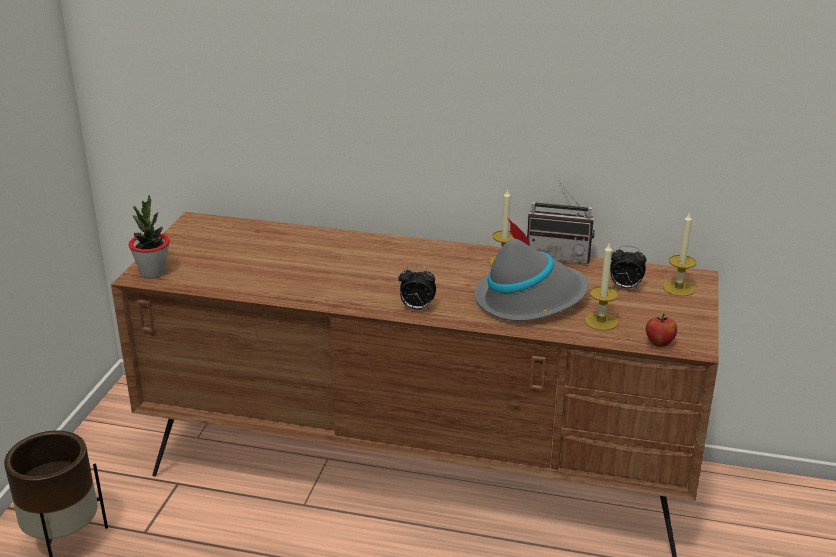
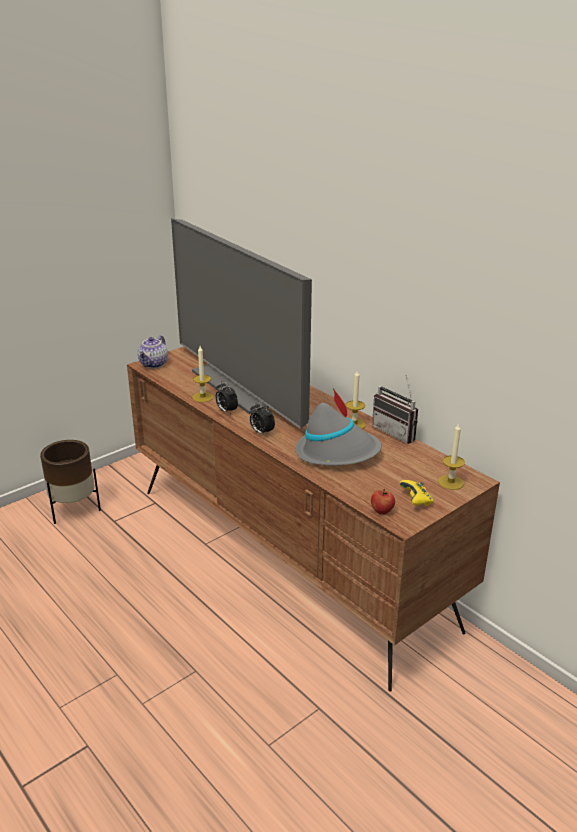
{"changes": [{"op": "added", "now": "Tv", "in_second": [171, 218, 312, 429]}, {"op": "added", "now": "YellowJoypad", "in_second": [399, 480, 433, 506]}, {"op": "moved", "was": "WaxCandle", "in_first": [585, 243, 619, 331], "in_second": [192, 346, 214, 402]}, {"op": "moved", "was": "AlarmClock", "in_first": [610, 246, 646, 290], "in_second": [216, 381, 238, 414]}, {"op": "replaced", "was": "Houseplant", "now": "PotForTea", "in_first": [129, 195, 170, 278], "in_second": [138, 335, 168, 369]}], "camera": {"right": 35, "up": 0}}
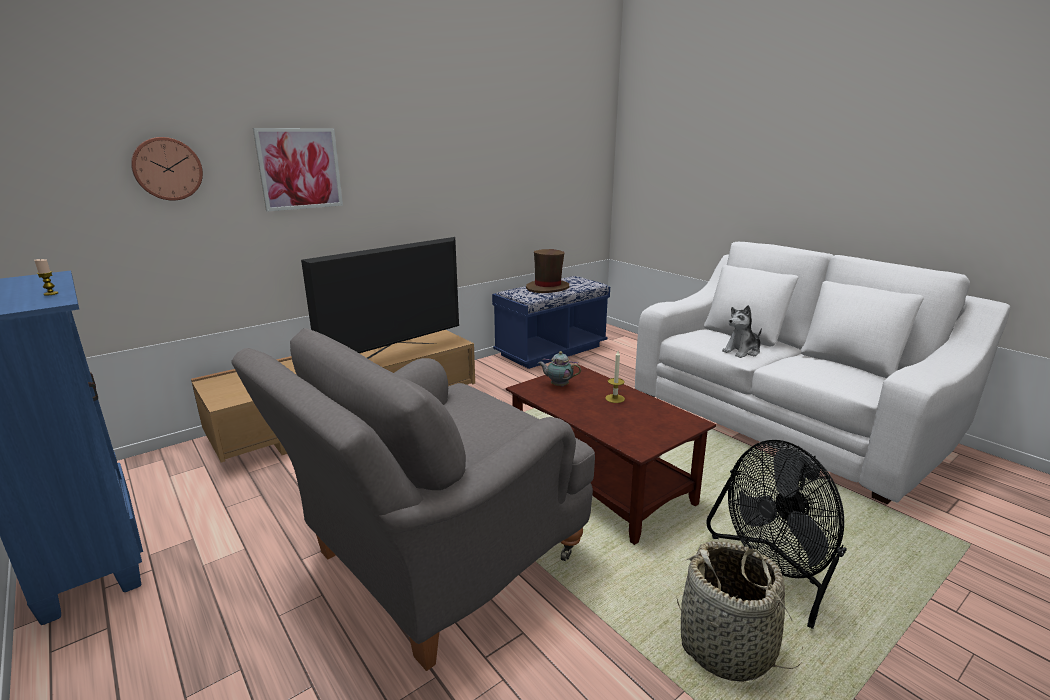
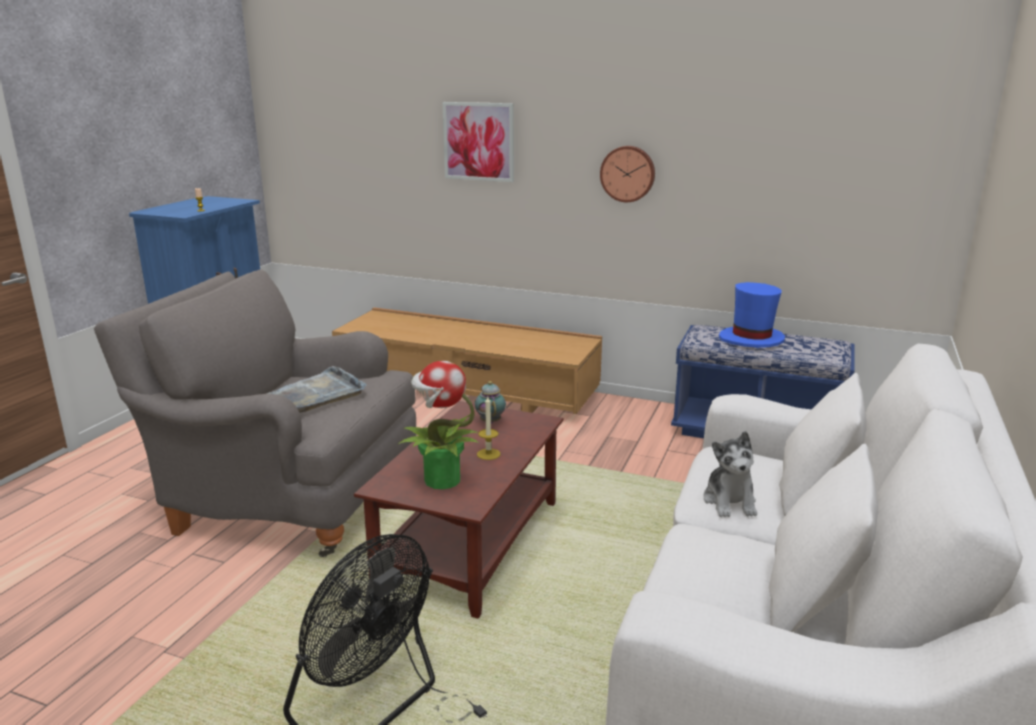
{"changes": [{"op": "removed", "was": "Tv", "in_first": [301, 237, 459, 359]}, {"op": "removed", "was": "StorageBasket", "in_first": [677, 541, 803, 682]}, {"op": "added", "now": "GrayServingTray", "in_second": [267, 366, 367, 413]}, {"op": "added", "now": "Houseplant", "in_second": [398, 361, 479, 489]}, {"op": "moved", "was": "ClockOnTheWall", "in_first": [131, 137, 203, 200], "in_second": [600, 146, 655, 202]}, {"op": "recoloured", "was": "BrownColouredWearableHat", "now": "BlueWearableHat", "in_first": [526, 249, 569, 293], "in_second": [719, 282, 785, 348]}, {"op": "turned", "was": "CuddlyToy", "in_first": [722, 305, 762, 358], "in_second": [703, 431, 757, 517], "clockwise": -120}], "camera": {"right": 60, "up": 0}}
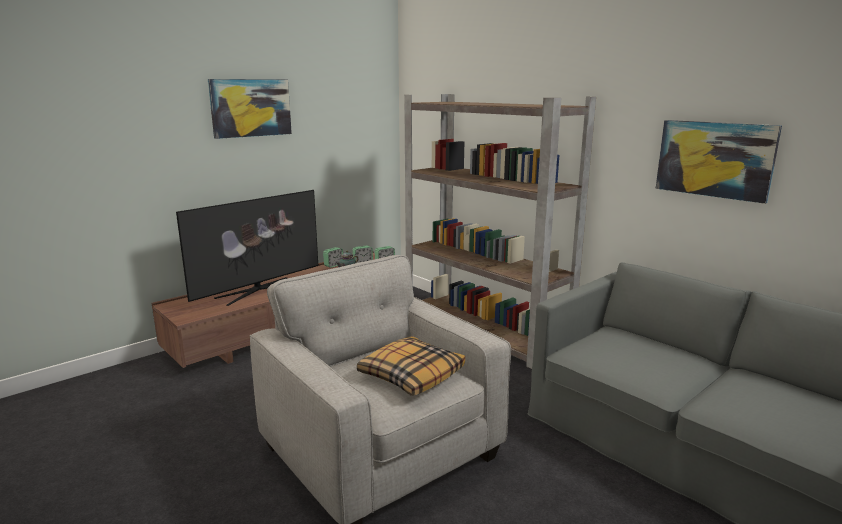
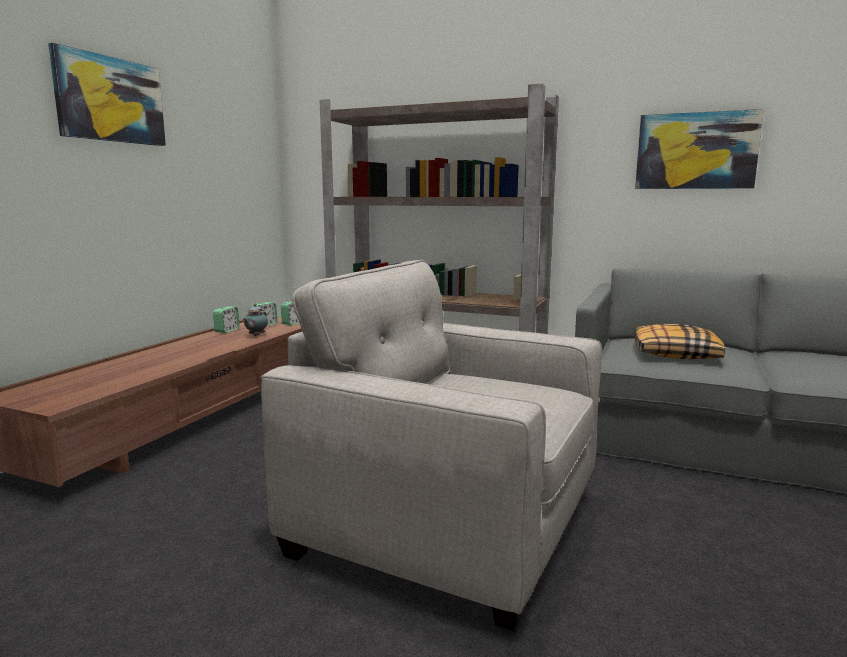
{"changes": [{"op": "removed", "was": "Tv", "in_first": [176, 190, 318, 306]}, {"op": "moved", "was": "Pillow", "in_first": [357, 336, 465, 396], "in_second": [634, 324, 725, 359]}], "camera": {"right": -25, "up": -5}}
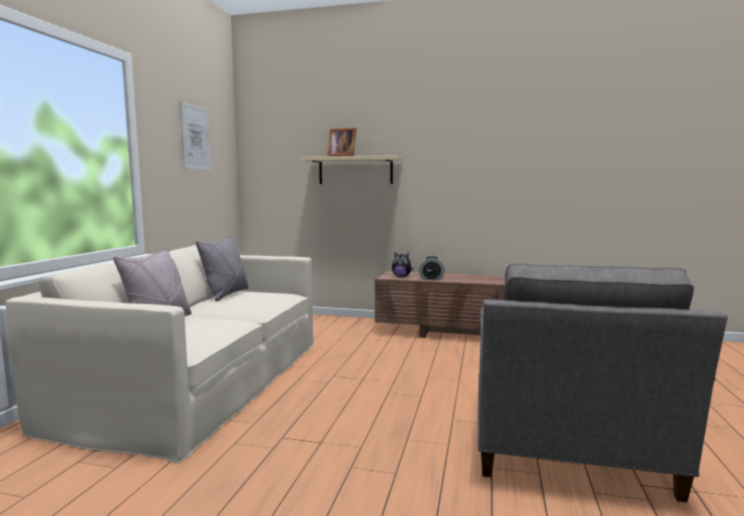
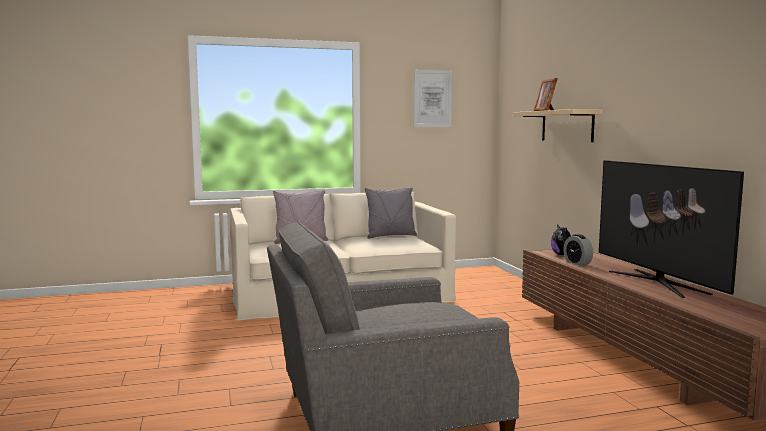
{"changes": [{"op": "added", "now": "Tv", "in_second": [599, 160, 744, 298]}], "camera": {"right": 60, "up": 0}}
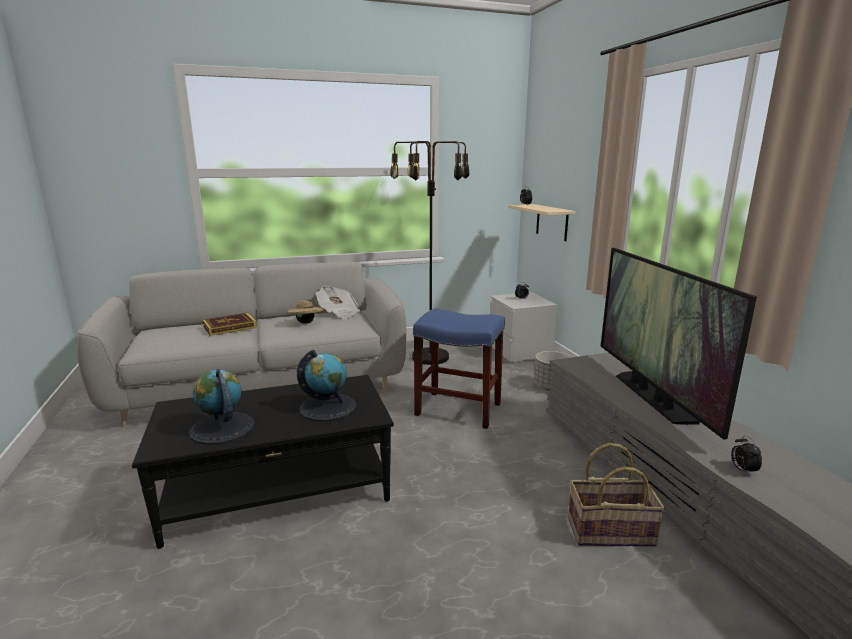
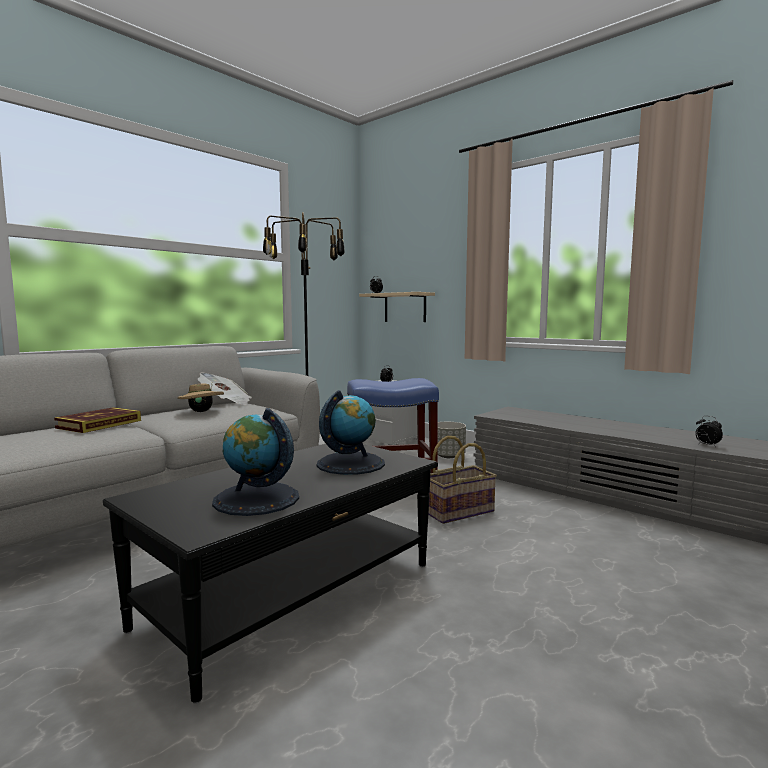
{"changes": [{"op": "removed", "was": "Tv", "in_first": [601, 248, 757, 439]}, {"op": "moved", "was": "StorageBasket", "in_first": [568, 443, 665, 547], "in_second": [428, 436, 497, 524]}], "camera": {"right": -30, "up": -10}}
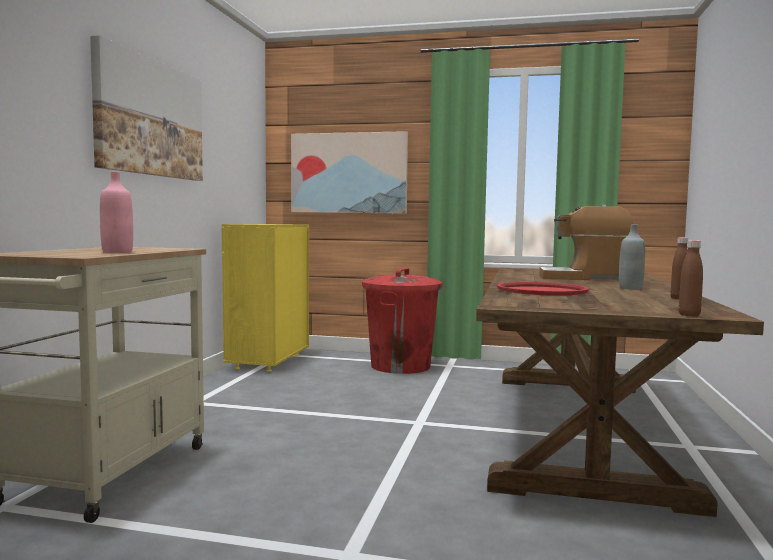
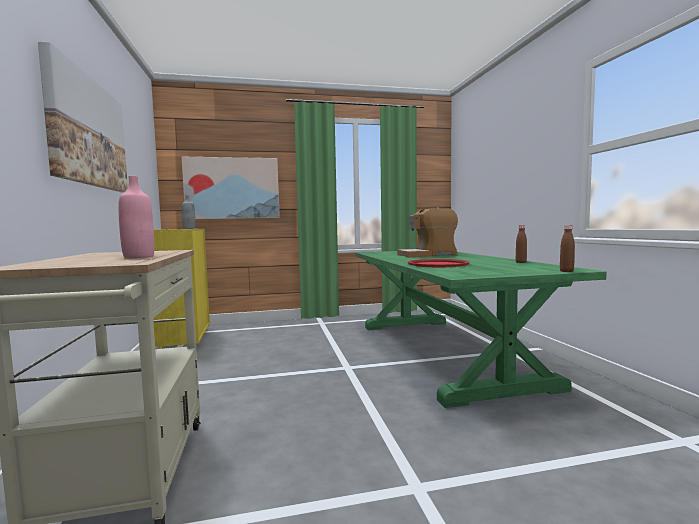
{"changes": [{"op": "removed", "was": "ReddishRubbishBin", "in_first": [362, 268, 442, 374]}, {"op": "moved", "was": "GrayBottle", "in_first": [619, 224, 645, 290], "in_second": [182, 195, 195, 229]}, {"op": "recoloured", "was": "BrownColouredDiningTable", "now": "GreenDiningTable", "in_first": [476, 268, 764, 517], "in_second": [355, 251, 606, 408]}], "camera": {"right": -25, "up": 0}}
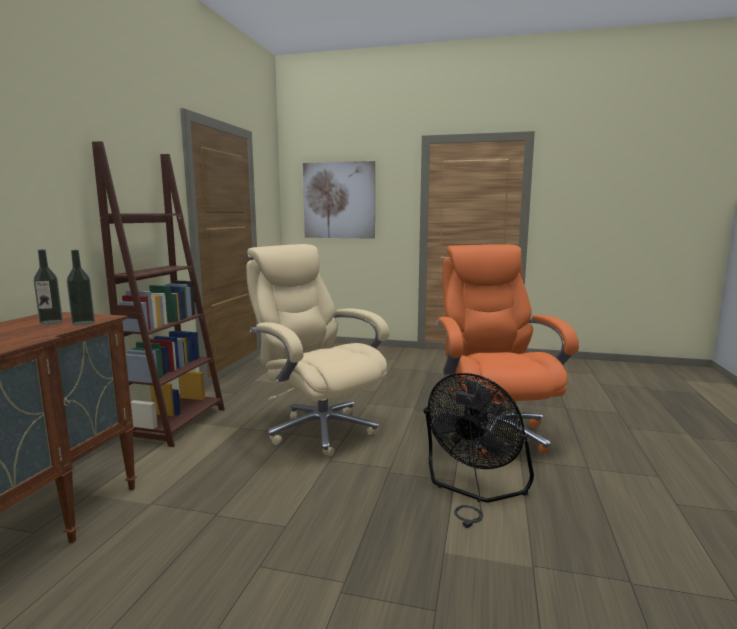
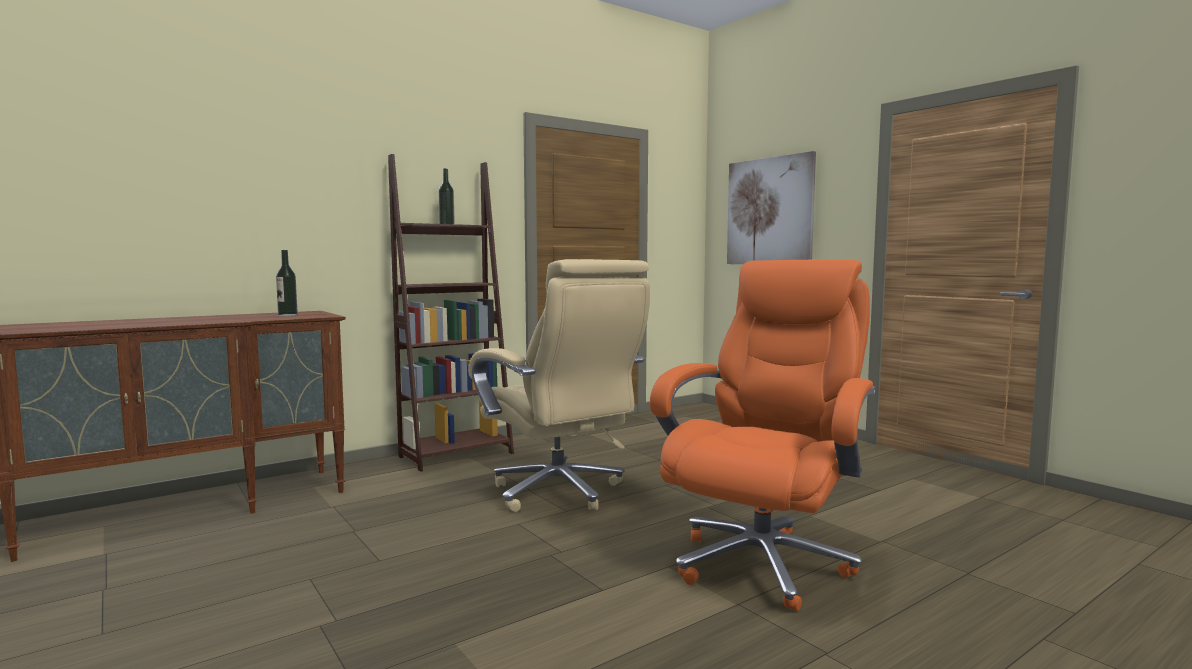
{"changes": [{"op": "removed", "was": "BlackishElectricFan", "in_first": [423, 373, 534, 528]}, {"op": "moved", "was": "Bottle", "in_first": [67, 250, 95, 325], "in_second": [438, 168, 455, 224]}, {"op": "turned", "was": "BeigeColouredComputerChair", "in_first": [246, 244, 390, 456], "in_second": [468, 259, 650, 512], "clockwise": 150}], "camera": {"right": 40, "up": -5}}
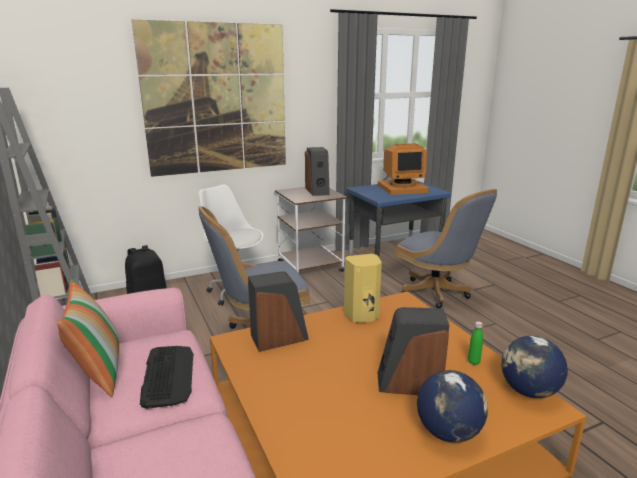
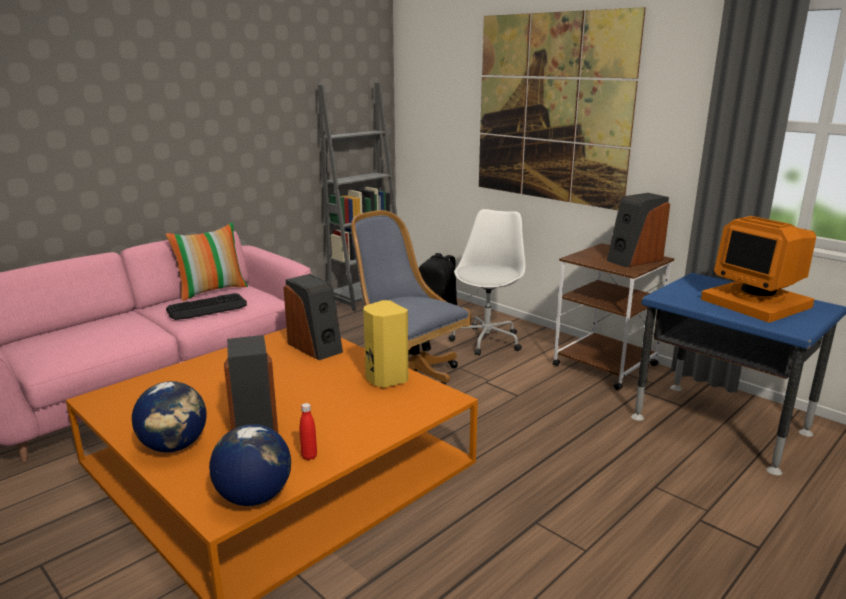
{"changes": [{"op": "removed", "was": "BlueComputerChair", "in_first": [394, 189, 497, 308]}, {"op": "recoloured", "was": "GreenBottle", "now": "ReddishBottle", "in_first": [468, 321, 483, 365], "in_second": [300, 403, 317, 460]}], "camera": {"right": 70, "up": 0}}
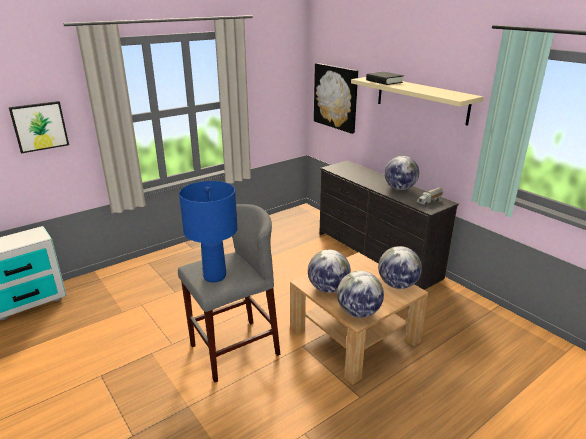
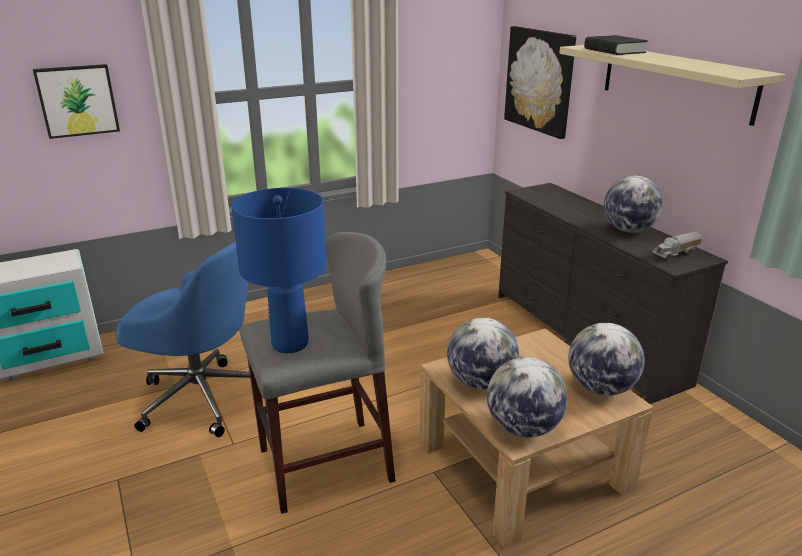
{"changes": [{"op": "added", "now": "BlueComputerChair", "in_second": [116, 241, 250, 437]}], "camera": {"right": 10, "up": 0}}
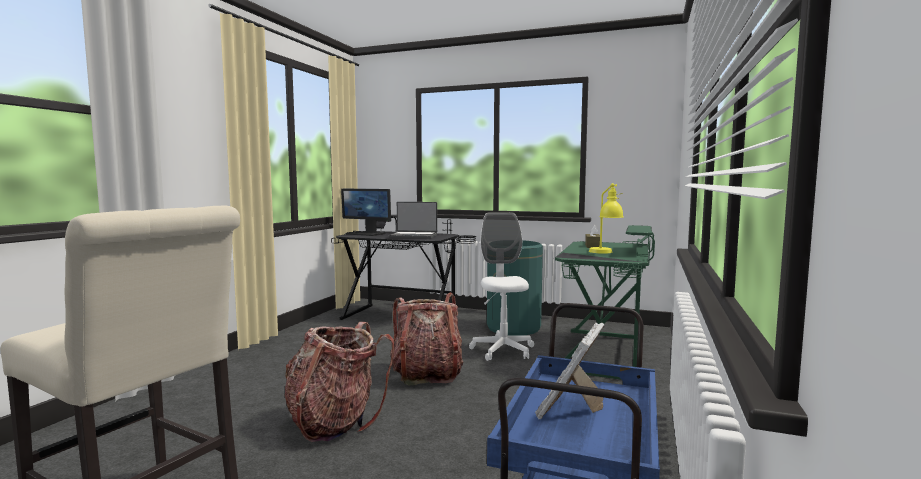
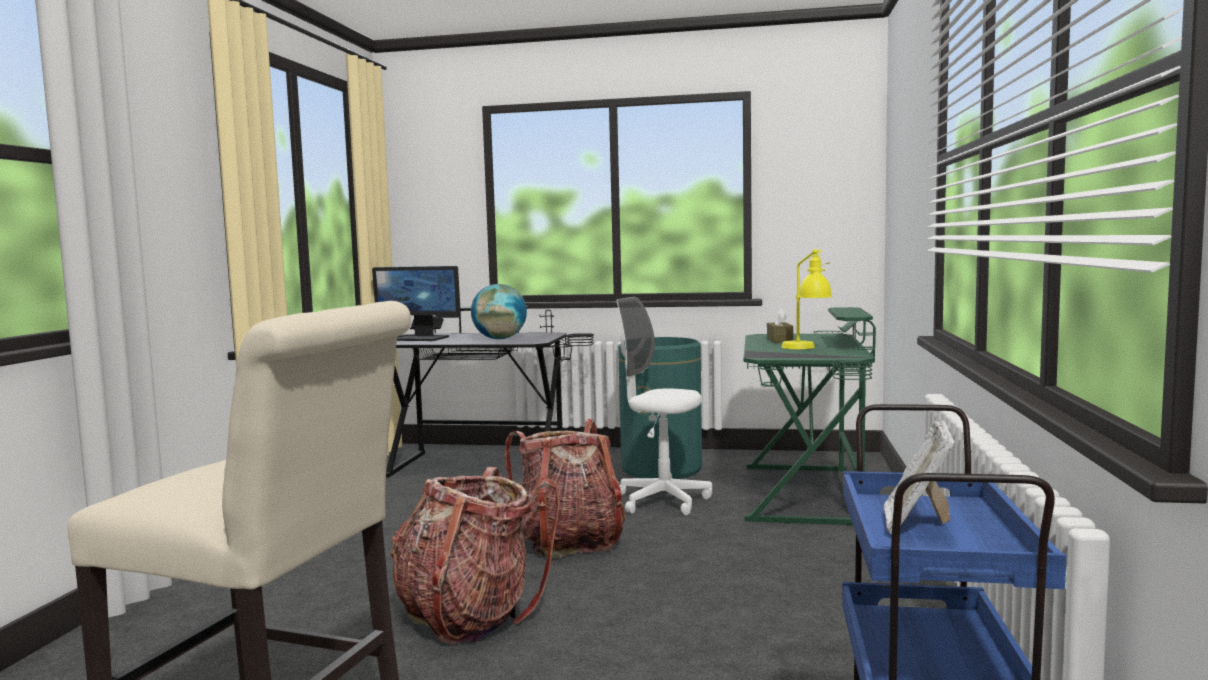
{"changes": [{"op": "replaced", "was": "PortableComputer", "now": "DeskGlobe", "in_first": [389, 202, 437, 239], "in_second": [471, 284, 527, 339]}, {"op": "turned", "was": "WhiteComputerChair", "in_first": [469, 212, 534, 361], "in_second": [617, 297, 712, 516], "clockwise": -45}], "camera": {"right": -10, "up": 0}}
